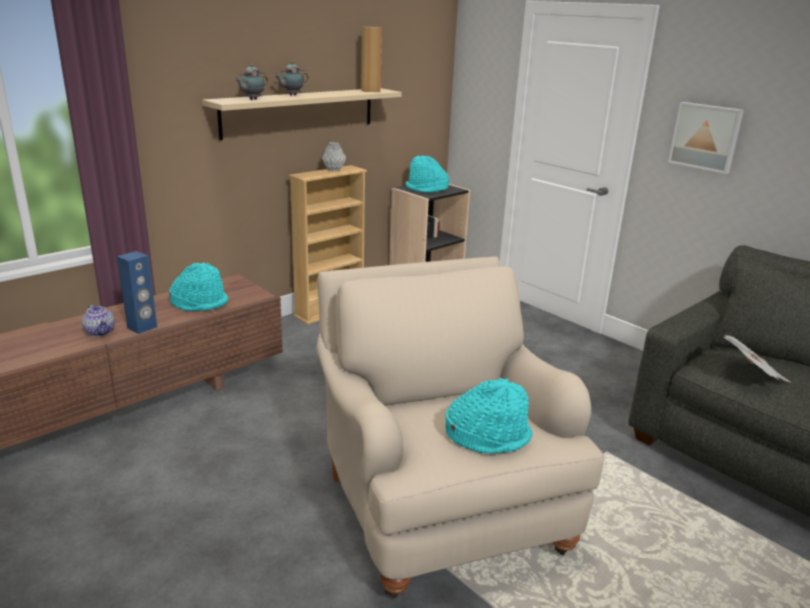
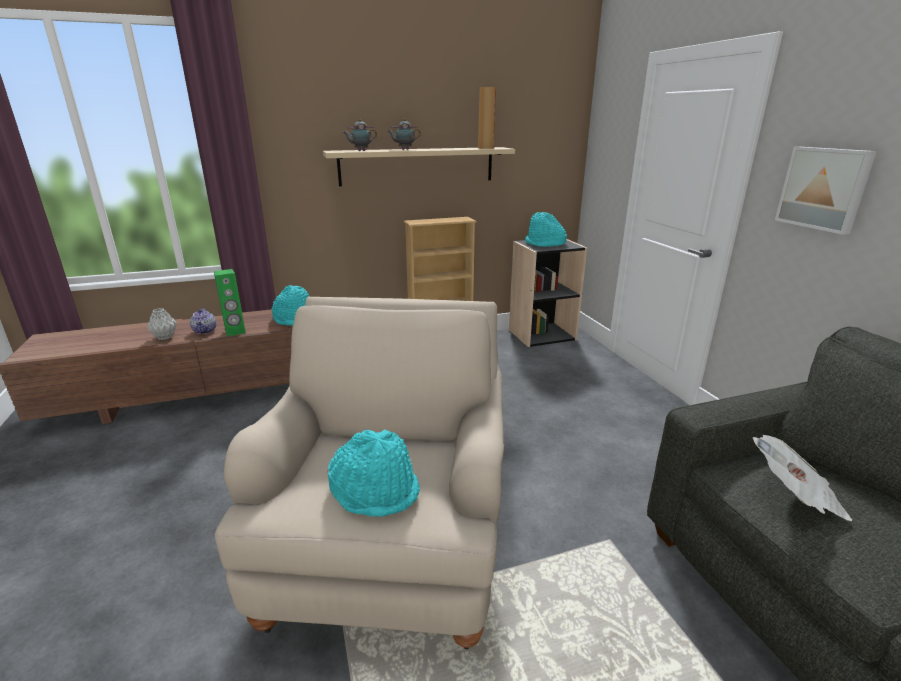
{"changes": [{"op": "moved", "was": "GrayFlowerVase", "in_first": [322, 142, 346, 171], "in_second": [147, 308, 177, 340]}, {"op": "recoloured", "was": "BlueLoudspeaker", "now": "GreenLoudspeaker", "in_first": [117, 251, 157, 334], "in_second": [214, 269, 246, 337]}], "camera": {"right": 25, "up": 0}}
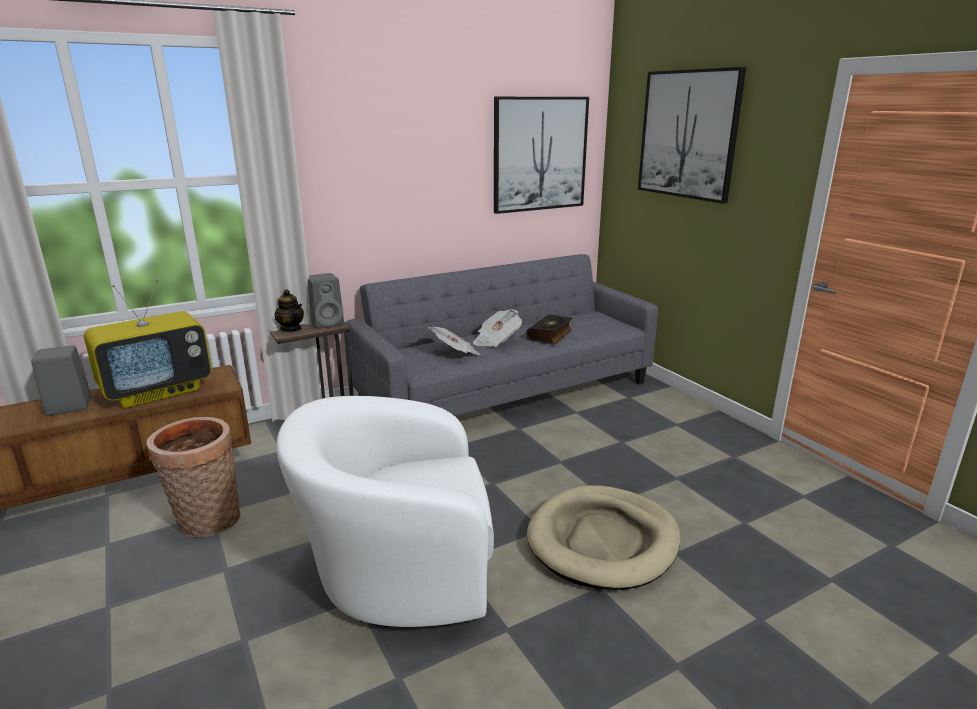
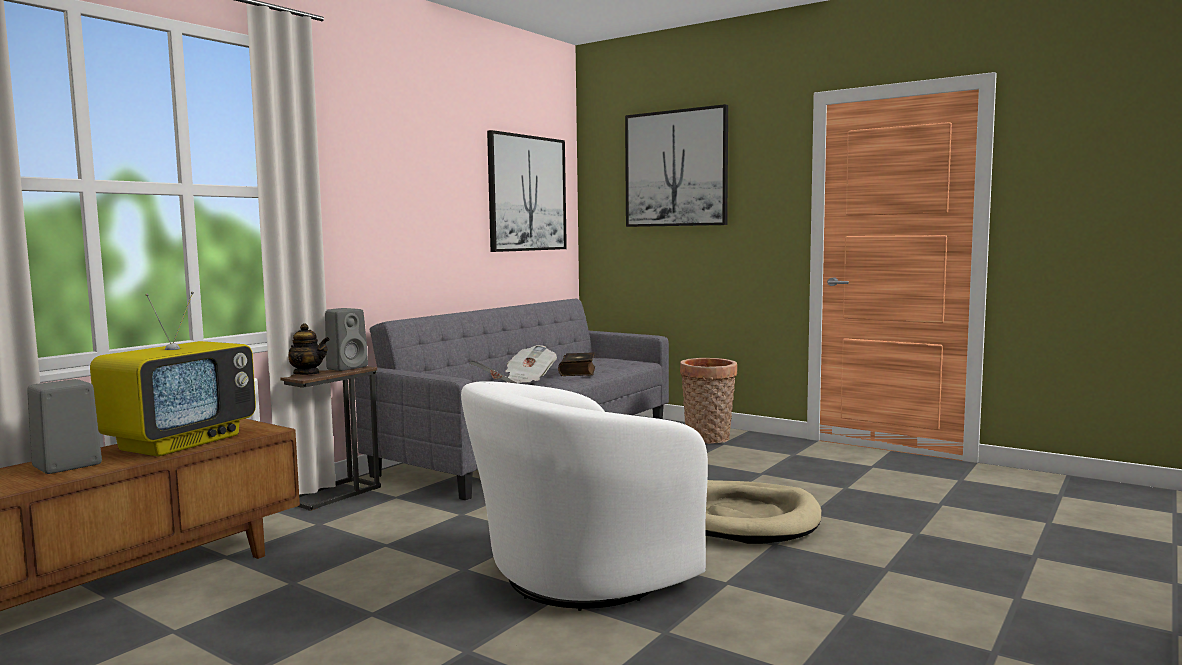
{"changes": [{"op": "moved", "was": "StorageBasket", "in_first": [146, 417, 240, 538], "in_second": [680, 358, 737, 444]}], "camera": {"right": -25, "up": -15}}
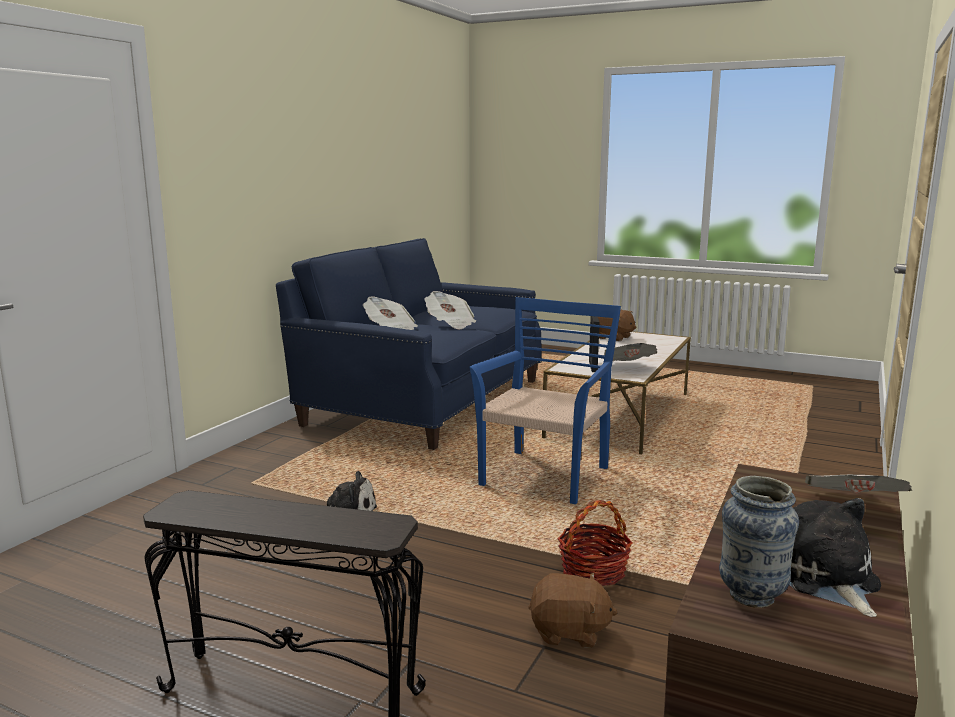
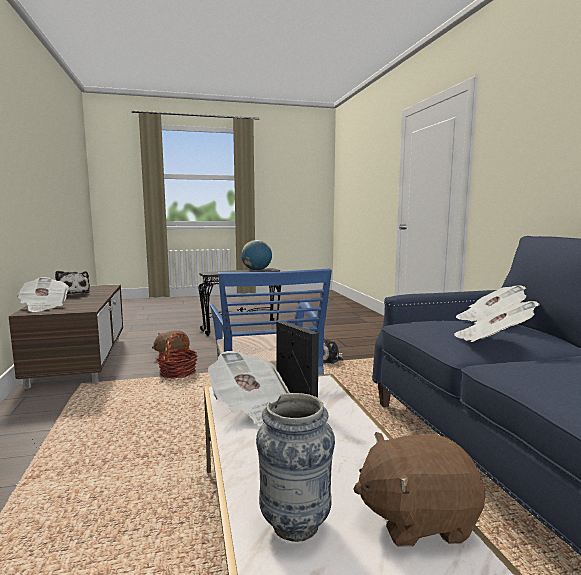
{"changes": [{"op": "added", "now": "DeskGlobe", "in_second": [241, 240, 272, 271]}, {"op": "moved", "was": "FlowerVase", "in_first": [719, 476, 799, 608], "in_second": [256, 393, 335, 542]}], "camera": {"right": 140, "up": -5}}
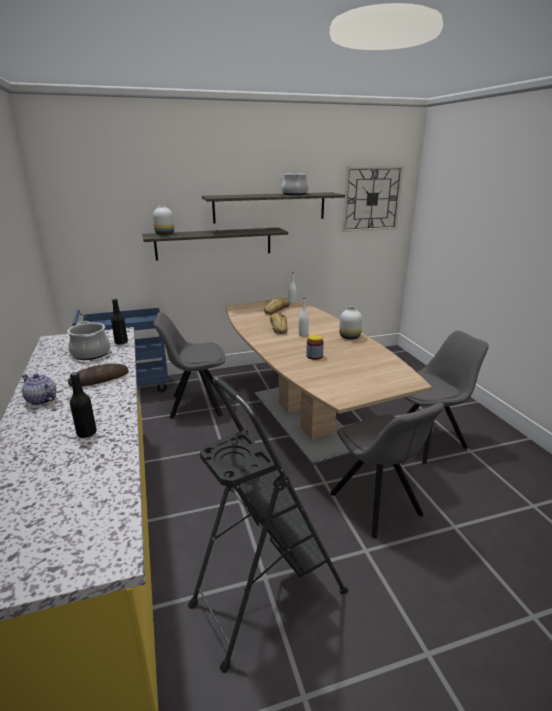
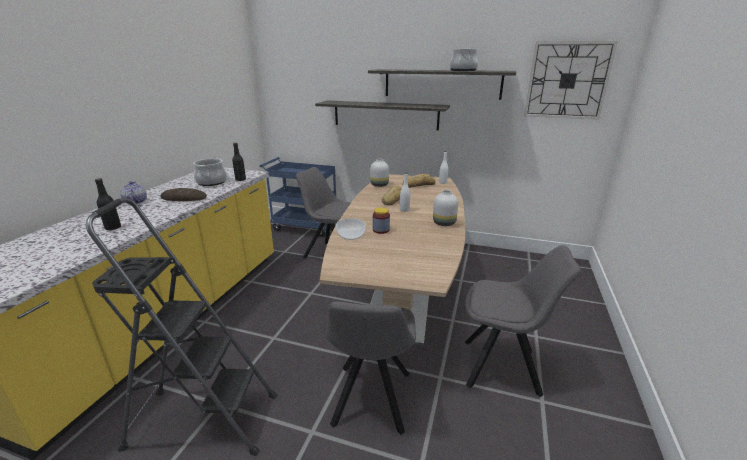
{"changes": [{"op": "added", "now": "ServingBowl", "in_second": [336, 218, 366, 240]}, {"op": "moved", "was": "WhiteFlowerVase", "in_first": [153, 205, 174, 235], "in_second": [370, 159, 389, 187]}], "camera": {"right": 35, "up": 0}}
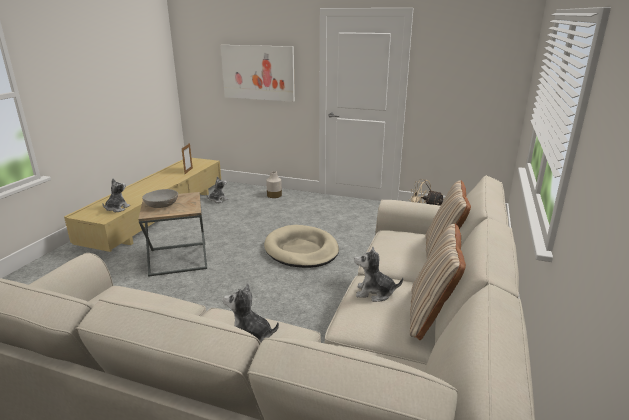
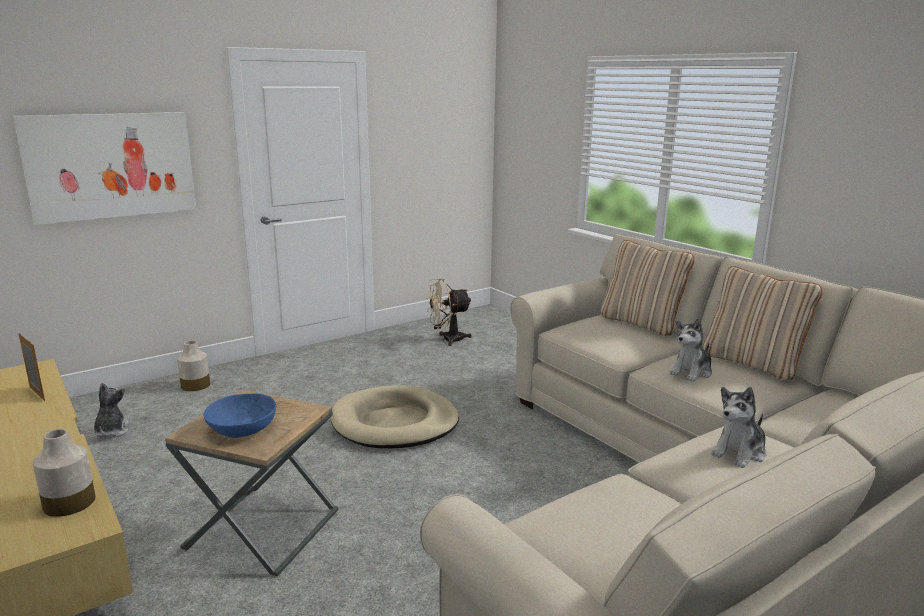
{"changes": [{"op": "replaced", "was": "CuddlyToy", "now": "BeigeColouredFlowerVase", "in_first": [102, 178, 130, 212], "in_second": [33, 429, 96, 517]}, {"op": "recoloured", "was": "GrayServingBowl", "now": "BlueServingBowl", "in_first": [142, 189, 178, 208], "in_second": [204, 393, 276, 438]}], "camera": {"right": -55, "up": -5}}
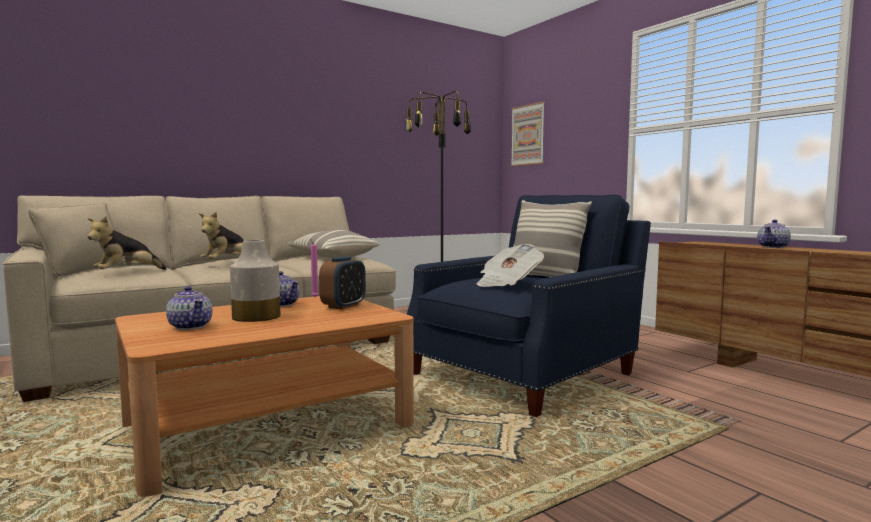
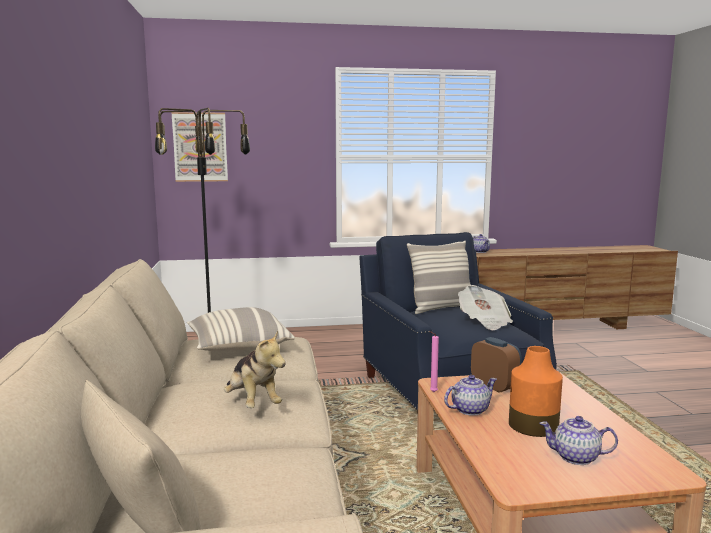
{"changes": [{"op": "removed", "was": "CuddlyToy", "in_first": [88, 216, 167, 270]}, {"op": "recoloured", "was": "BeigeColouredFlowerVase", "now": "OrangeColouredFlowerVase", "in_first": [230, 240, 281, 322], "in_second": [509, 346, 563, 437]}, {"op": "turned", "was": "PotForTea", "in_first": [166, 286, 213, 330], "in_second": [540, 416, 618, 465], "clockwise": -150}], "camera": {"right": -65, "up": 5}}
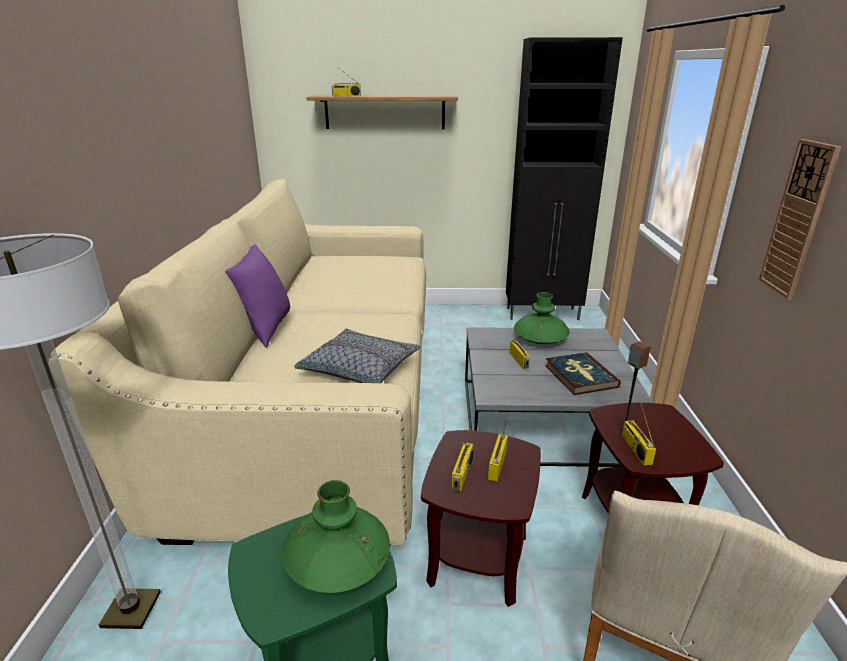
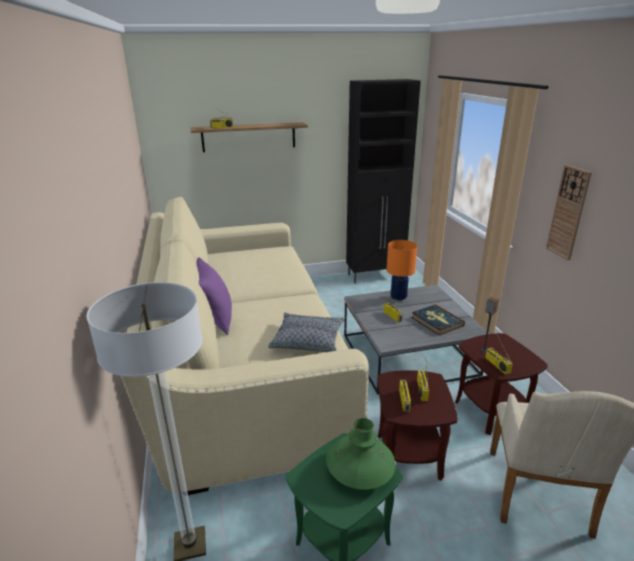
{"changes": [{"op": "replaced", "was": "GreenFlowerVase", "now": "OrangeColouredTableLamp", "in_first": [514, 292, 570, 344], "in_second": [387, 240, 417, 300]}], "camera": {"right": -15, "up": 0}}
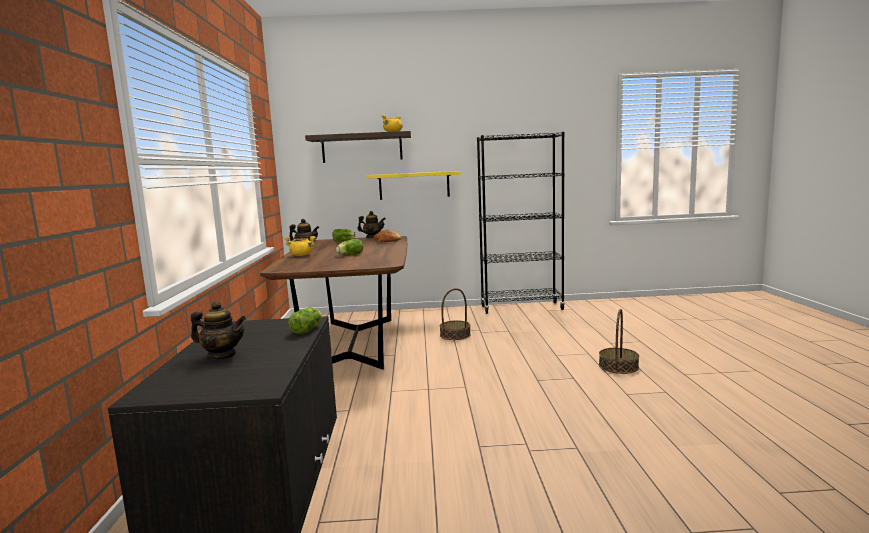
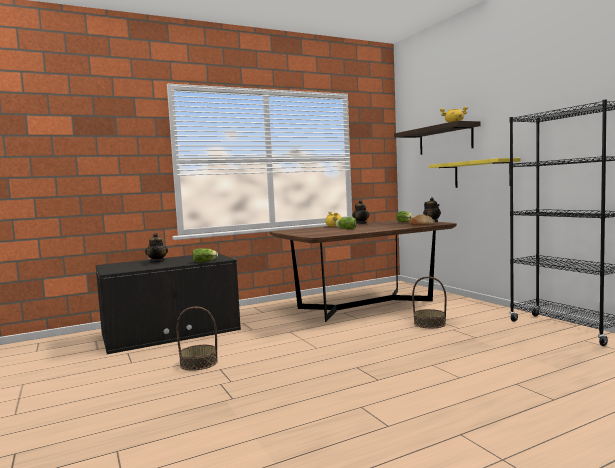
{"changes": [{"op": "moved", "was": "StorageBasket", "in_first": [599, 309, 639, 374], "in_second": [176, 307, 218, 371]}], "camera": {"right": 65, "up": -5}}
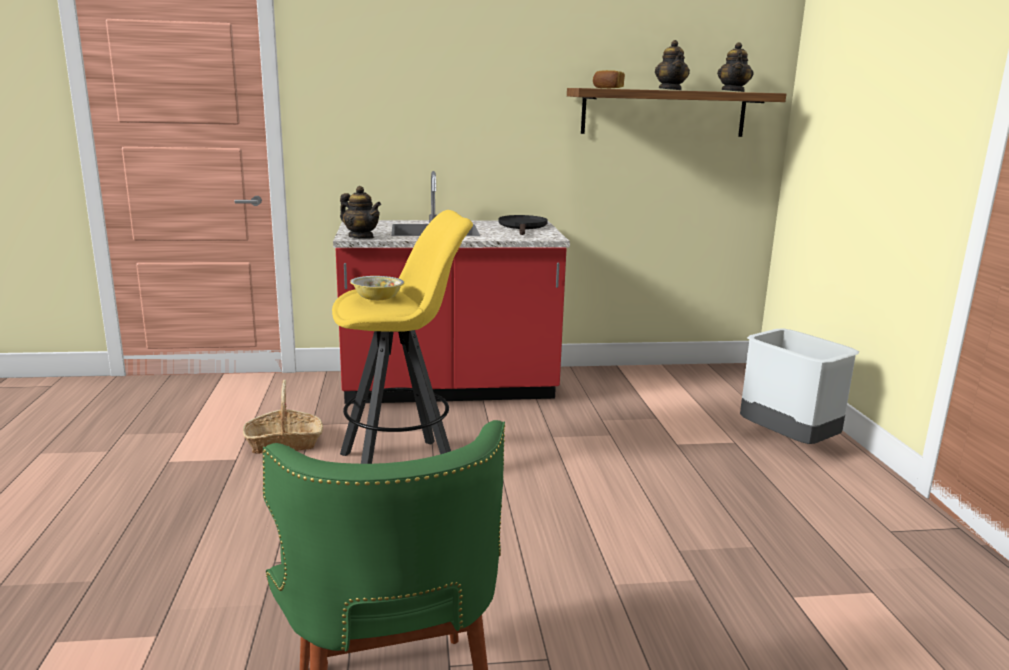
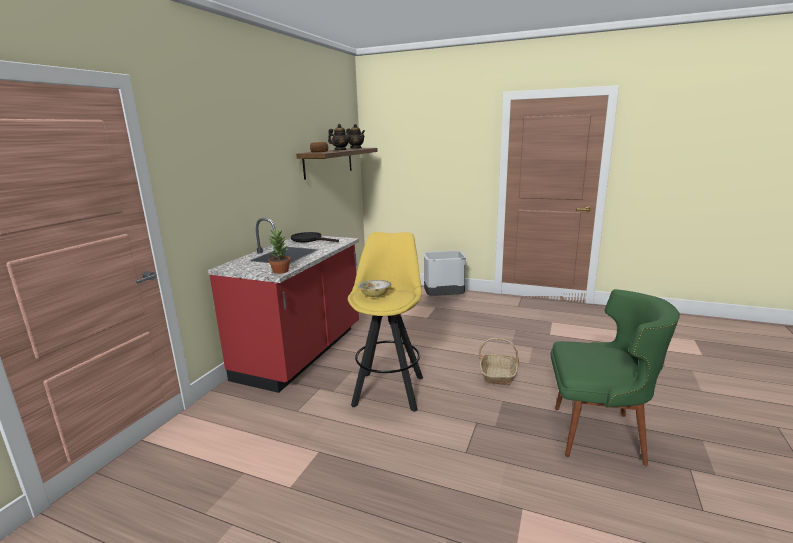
{"changes": [{"op": "moved", "was": "StorageBasket", "in_first": [243, 380, 323, 454], "in_second": [479, 338, 519, 386]}, {"op": "replaced", "was": "PotForTea", "now": "Houseplant", "in_first": [340, 186, 381, 239], "in_second": [268, 229, 291, 274]}], "camera": {"right": -60, "up": 0}}
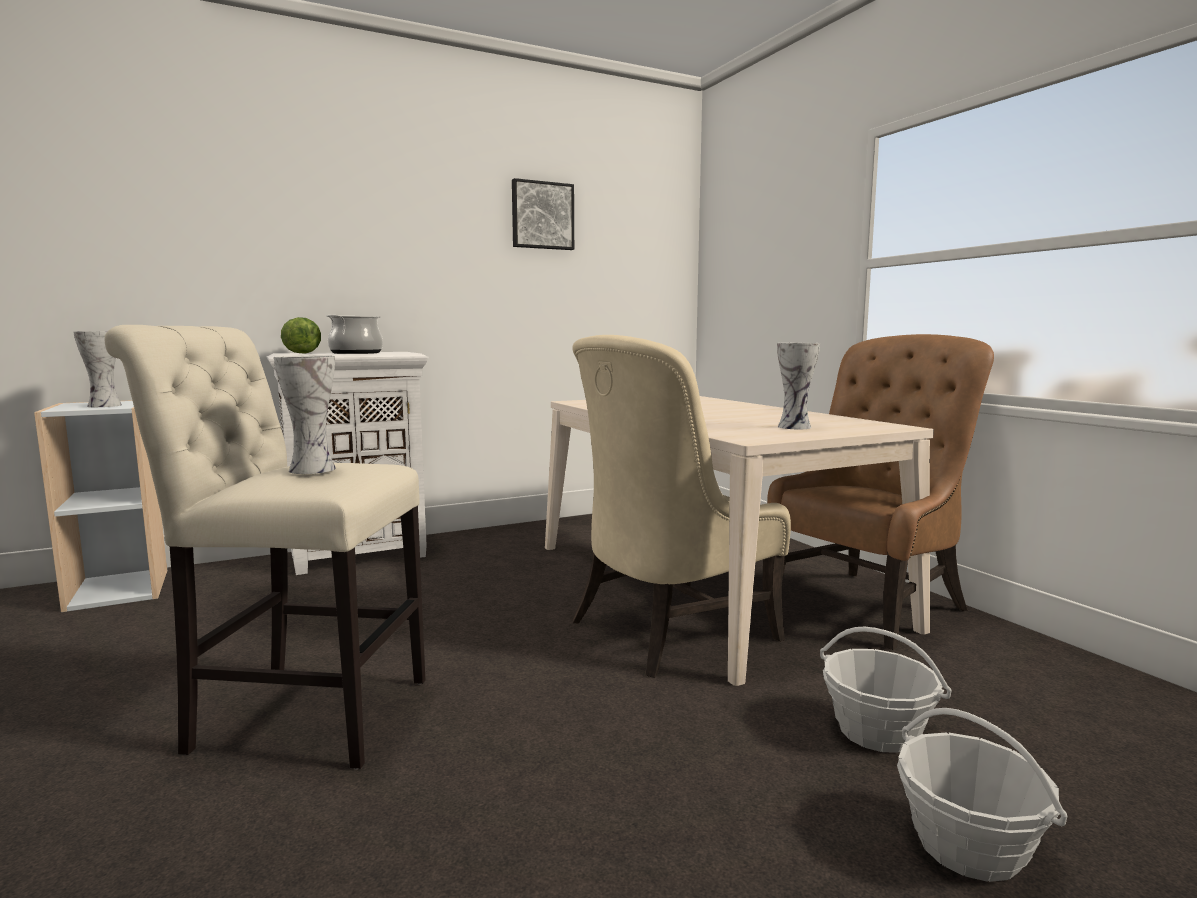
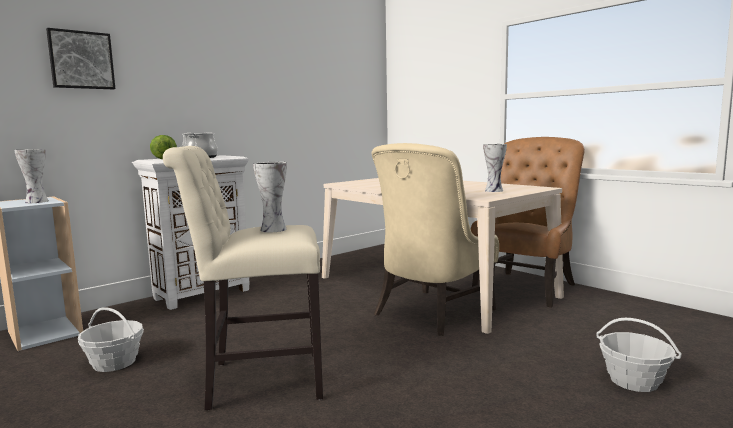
{"changes": [{"op": "moved", "was": "WallArt", "in_first": [512, 178, 574, 250], "in_second": [46, 28, 115, 89]}, {"op": "moved", "was": "StorageBasket", "in_first": [820, 627, 952, 753], "in_second": [78, 307, 144, 372]}], "camera": {"right": -15, "up": 0}}
